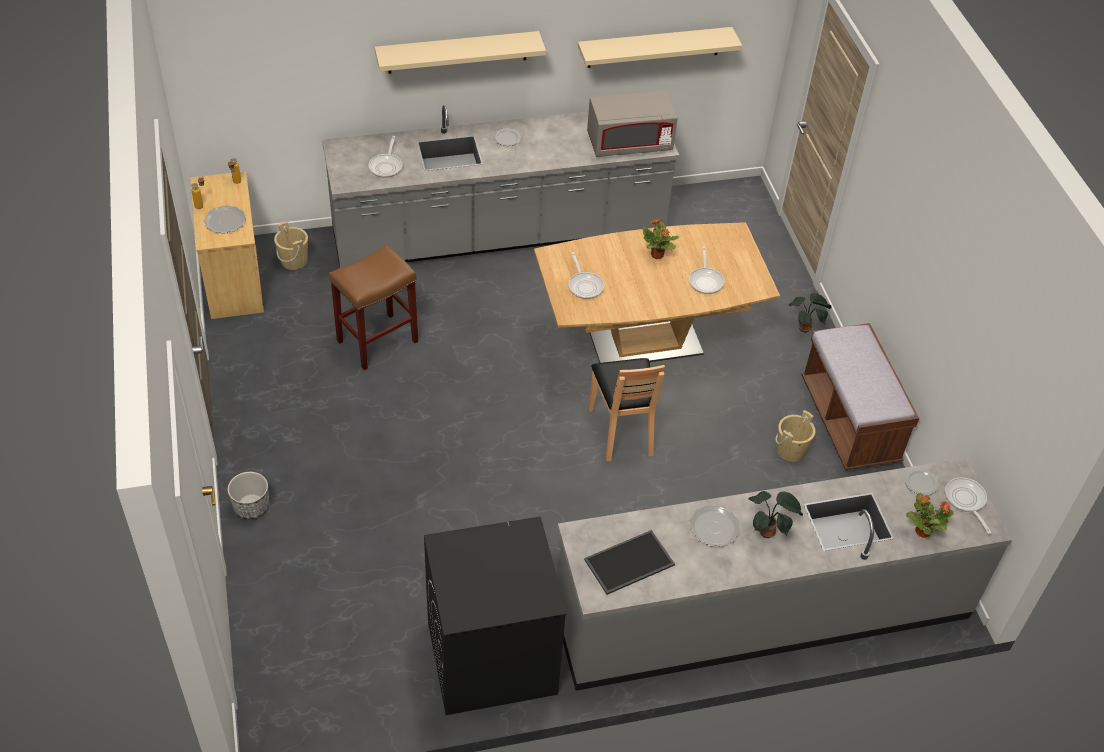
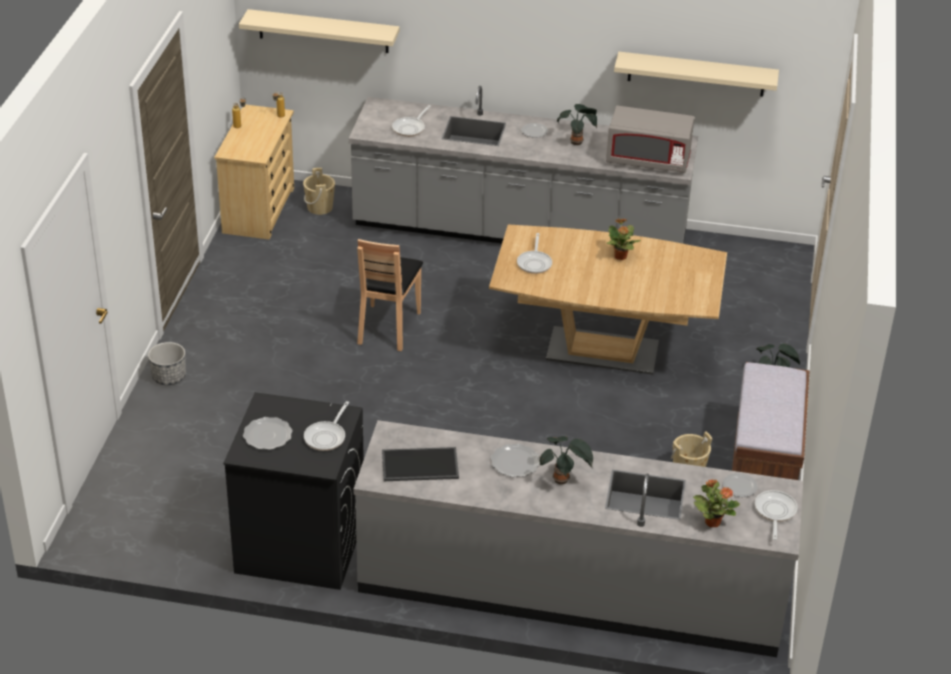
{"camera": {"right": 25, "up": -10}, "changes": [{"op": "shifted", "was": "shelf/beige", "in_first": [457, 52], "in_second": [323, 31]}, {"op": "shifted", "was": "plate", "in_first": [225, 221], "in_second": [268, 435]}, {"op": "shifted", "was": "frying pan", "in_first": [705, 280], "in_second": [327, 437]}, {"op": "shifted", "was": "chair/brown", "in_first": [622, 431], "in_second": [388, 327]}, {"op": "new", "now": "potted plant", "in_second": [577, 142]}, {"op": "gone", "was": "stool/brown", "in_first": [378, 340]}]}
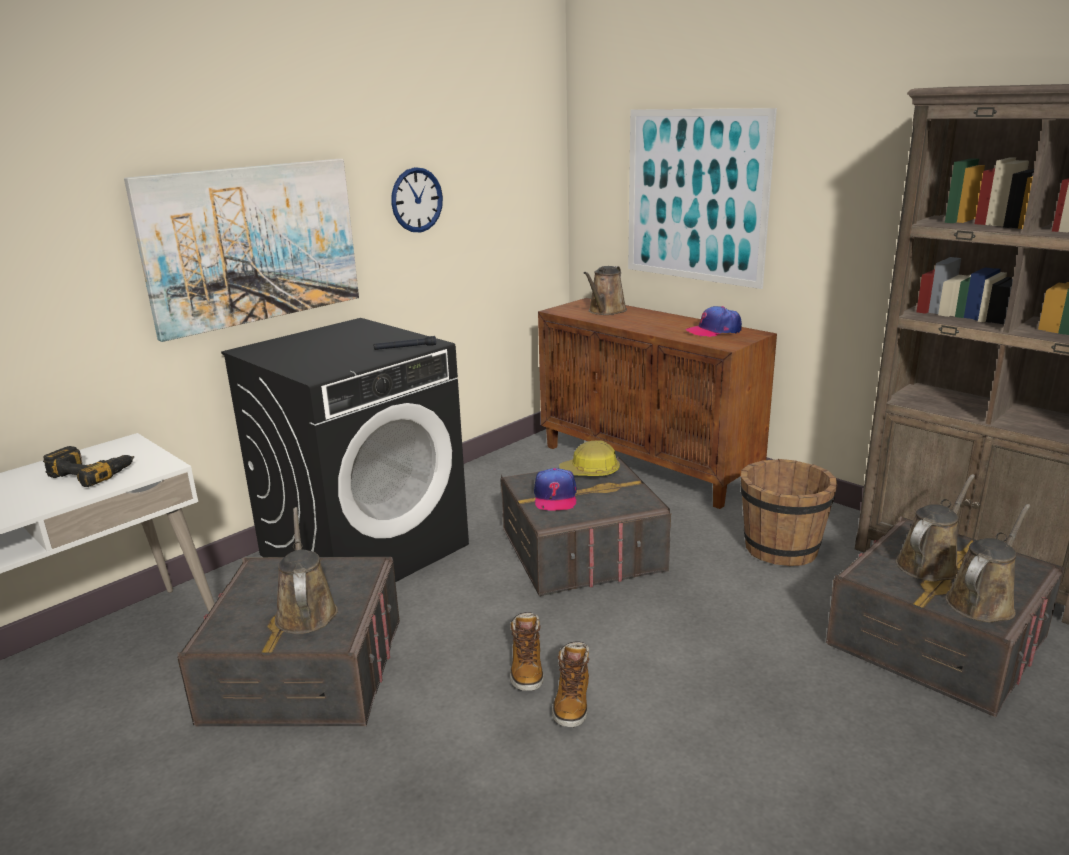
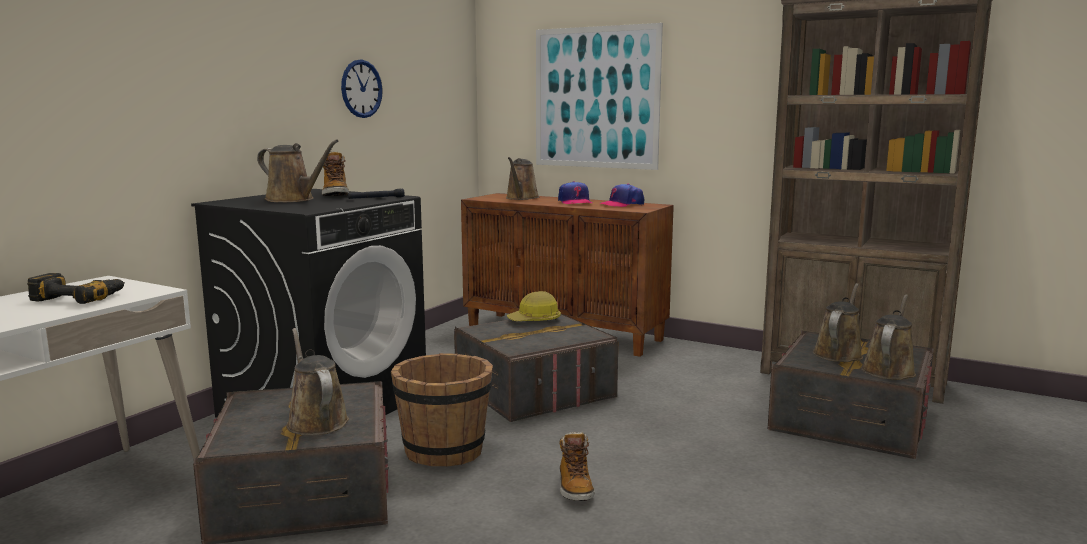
{"camera": {"right": -15, "up": -10}, "changes": [{"op": "new", "now": "watering can/brown", "in_second": [293, 199]}, {"op": "shifted", "was": "boot", "in_first": [526, 669], "in_second": [335, 195]}, {"op": "shifted", "was": "bucket/brown", "in_first": [781, 548], "in_second": [444, 450]}, {"op": "shifted", "was": "cap", "in_first": [555, 497], "in_second": [575, 202]}, {"op": "gone", "was": "picture", "in_first": [253, 244]}]}
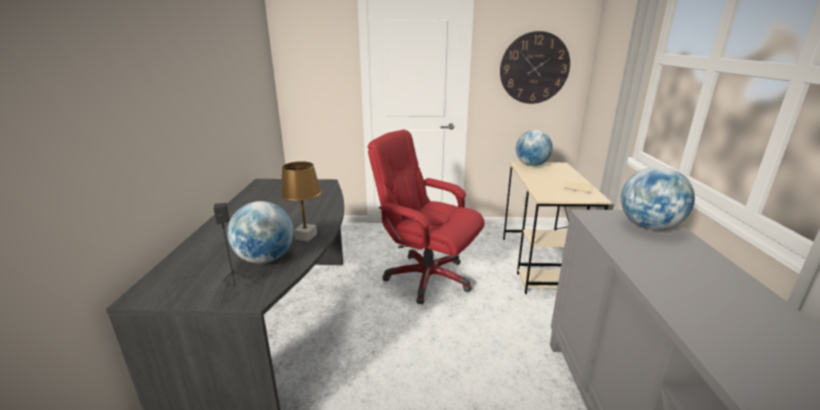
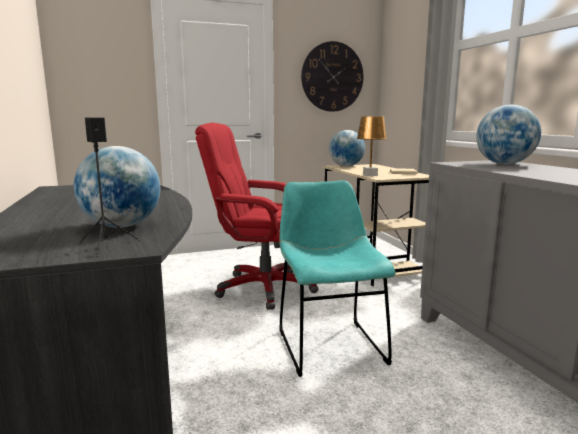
{"camera": {"right": -20, "up": -10}, "changes": [{"op": "new", "now": "chair/turquoise", "in_second": [328, 343]}, {"op": "shifted", "was": "table lamp/brown", "in_first": [306, 236], "in_second": [370, 175]}]}
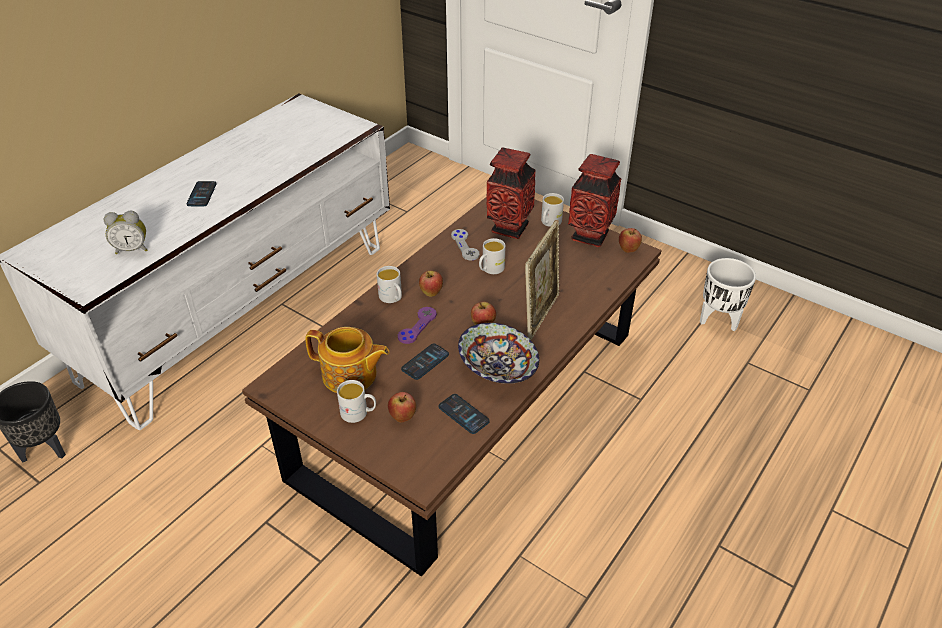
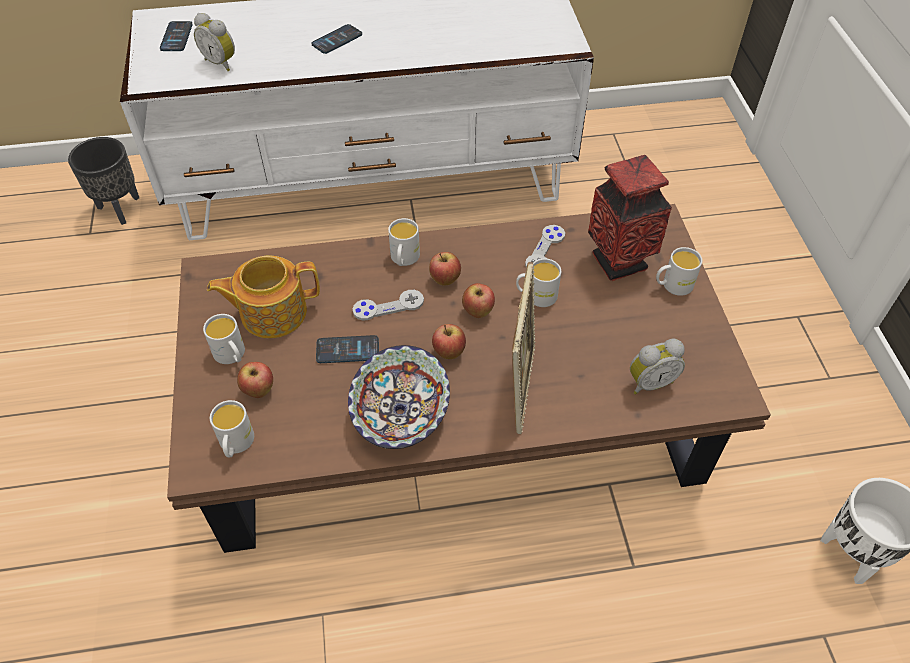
{"camera": {"right": 45, "up": 10}, "changes": [{"op": "shifted", "was": "phone", "in_first": [463, 414], "in_second": [176, 37]}, {"op": "rotated", "was": "teapot", "in_first": [350, 375], "in_second": [272, 312], "clockwise": 105}, {"op": "new", "now": "mug/white", "in_second": [236, 444]}, {"op": "repainted", "was": "game controller/purple", "now": "game controller/grey", "in_first": [417, 326], "in_second": [388, 306]}, {"op": "shifted", "was": "apple", "in_first": [628, 250], "in_second": [478, 312]}, {"op": "rotated", "was": "picture frame", "in_first": [540, 315], "in_second": [520, 387], "clockwise": -60}, {"op": "new", "now": "alarm clock", "in_second": [649, 382]}, {"op": "gone", "was": "vase", "in_first": [590, 236]}]}
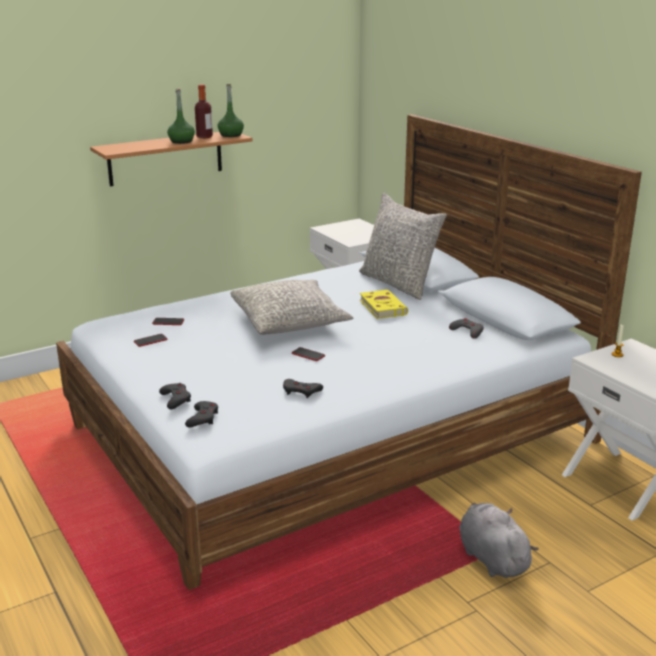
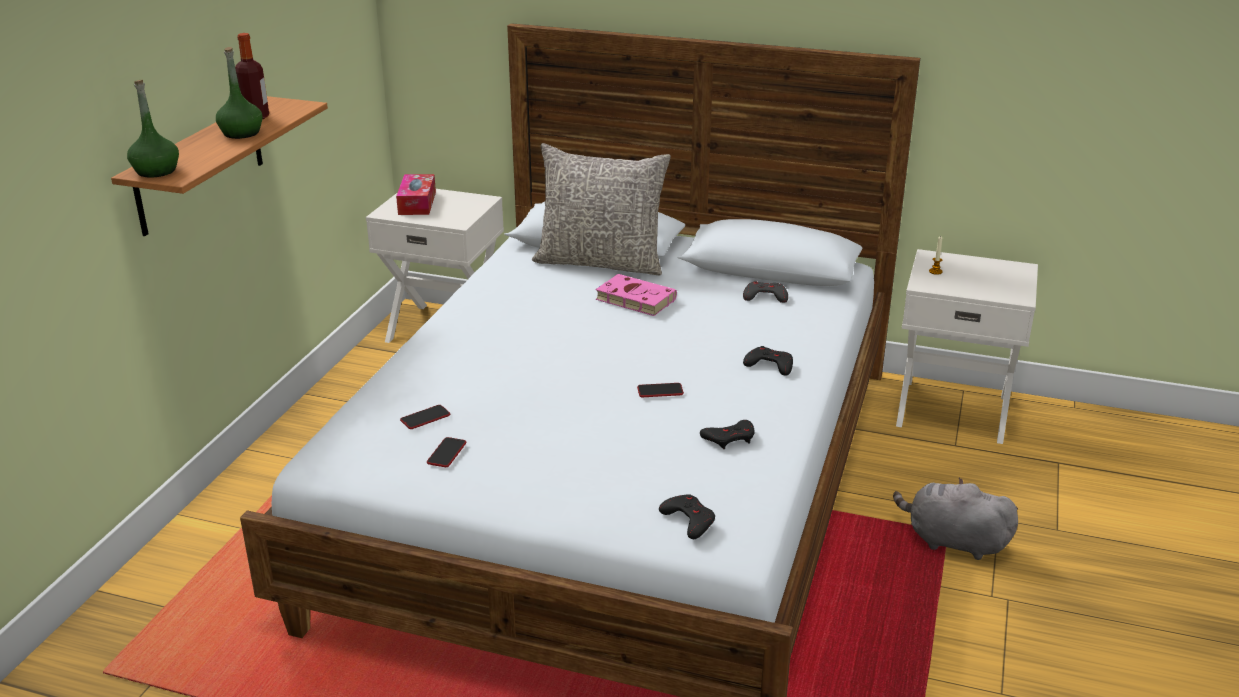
{"camera": {"right": -40, "up": 5}, "changes": [{"op": "shifted", "was": "bottle/green", "in_first": [230, 135], "in_second": [156, 171]}, {"op": "new", "now": "tissue box", "in_second": [417, 203]}, {"op": "repainted", "was": "book/yellow", "now": "book/pink", "in_first": [382, 307], "in_second": [633, 299]}, {"op": "shifted", "was": "game controller/black", "in_first": [176, 399], "in_second": [769, 365]}, {"op": "gone", "was": "pillow/grey", "in_first": [289, 321]}]}
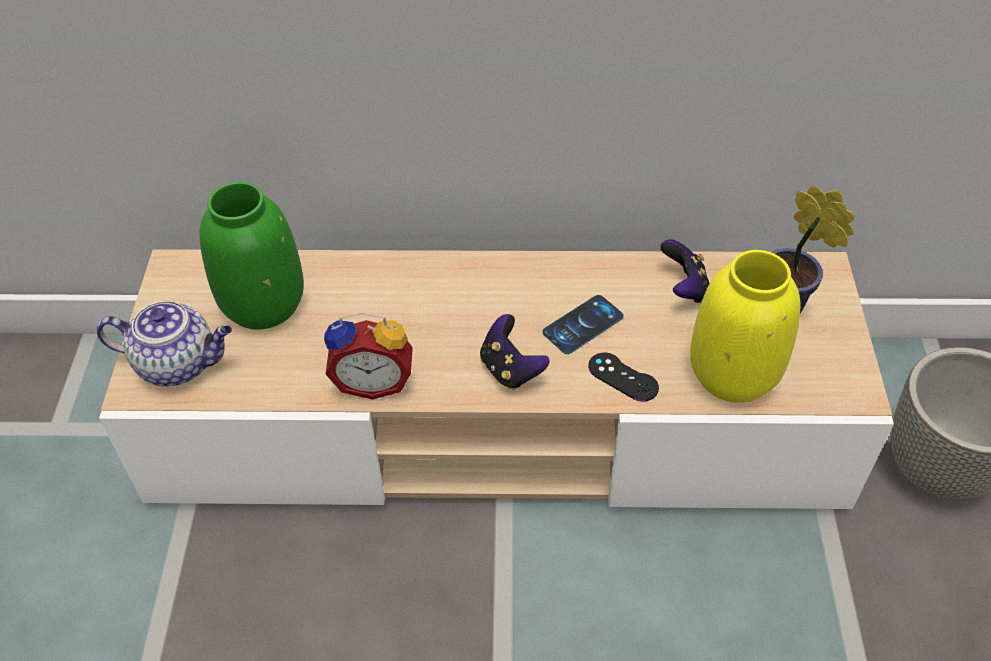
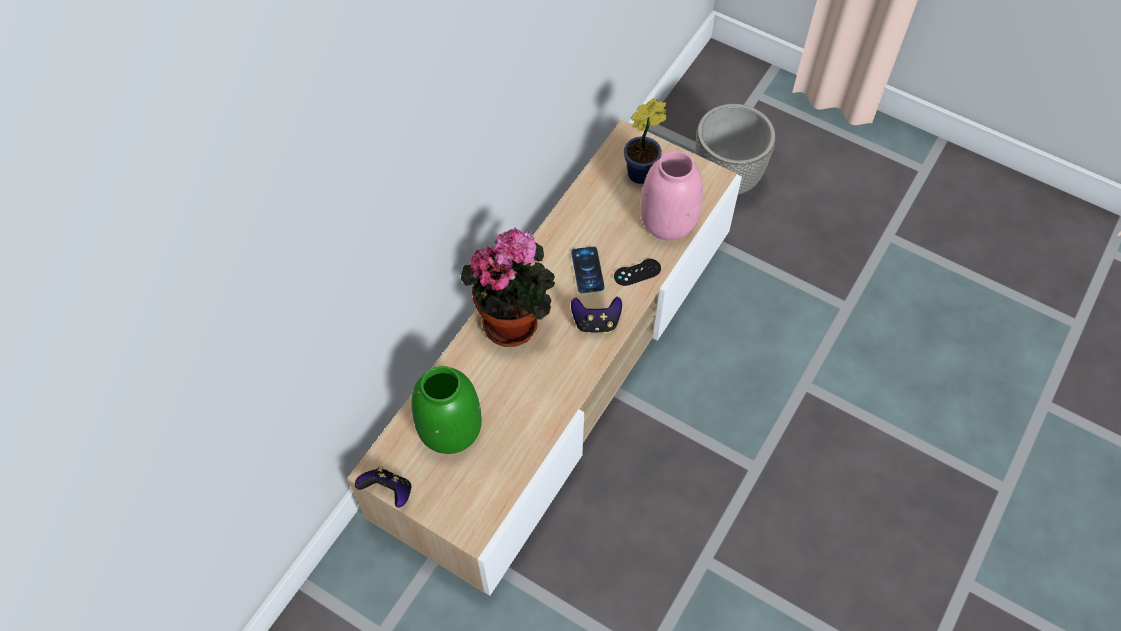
{"camera": {"right": -60, "up": 10}, "changes": [{"op": "shifted", "was": "game controller", "in_first": [684, 288], "in_second": [388, 492]}, {"op": "new", "now": "potted plant", "in_second": [514, 320]}, {"op": "repainted", "was": "vase/yellow", "now": "vase/pink", "in_first": [732, 374], "in_second": [668, 222]}, {"op": "gone", "was": "teapot", "in_first": [179, 363]}, {"op": "gone", "was": "alarm clock", "in_first": [374, 381]}]}
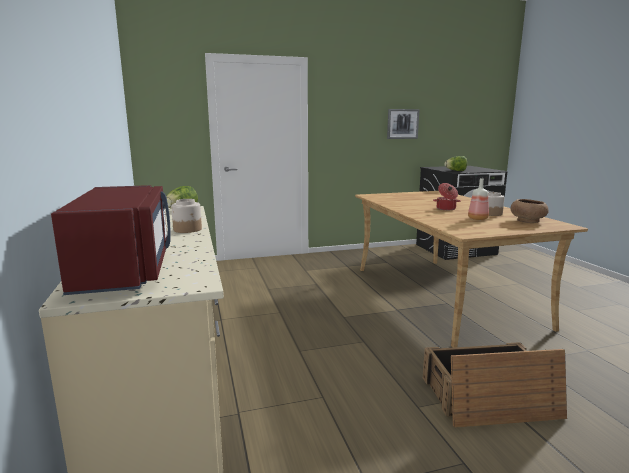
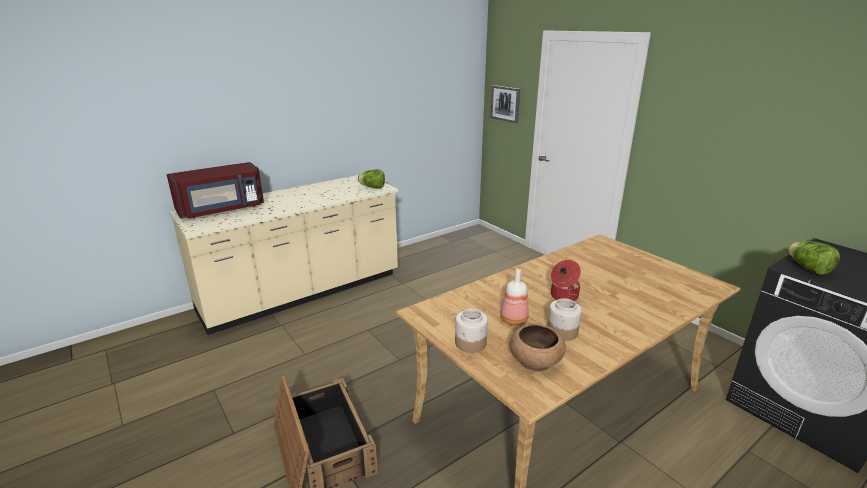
{"camera": {"right": 70, "up": 10}, "changes": [{"op": "shifted", "was": "jar", "in_first": [188, 229], "in_second": [470, 343]}, {"op": "shifted", "was": "picture", "in_first": [402, 124], "in_second": [505, 103]}]}
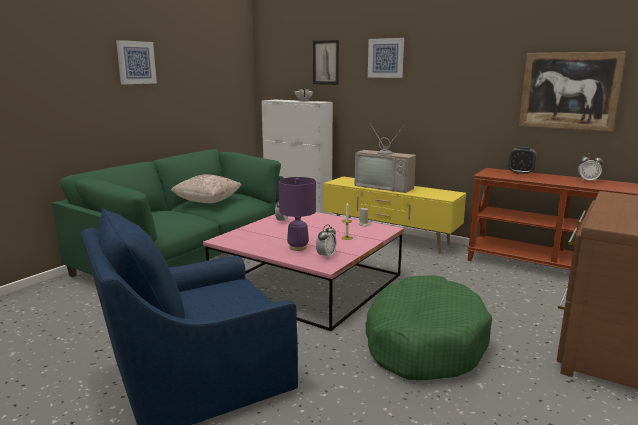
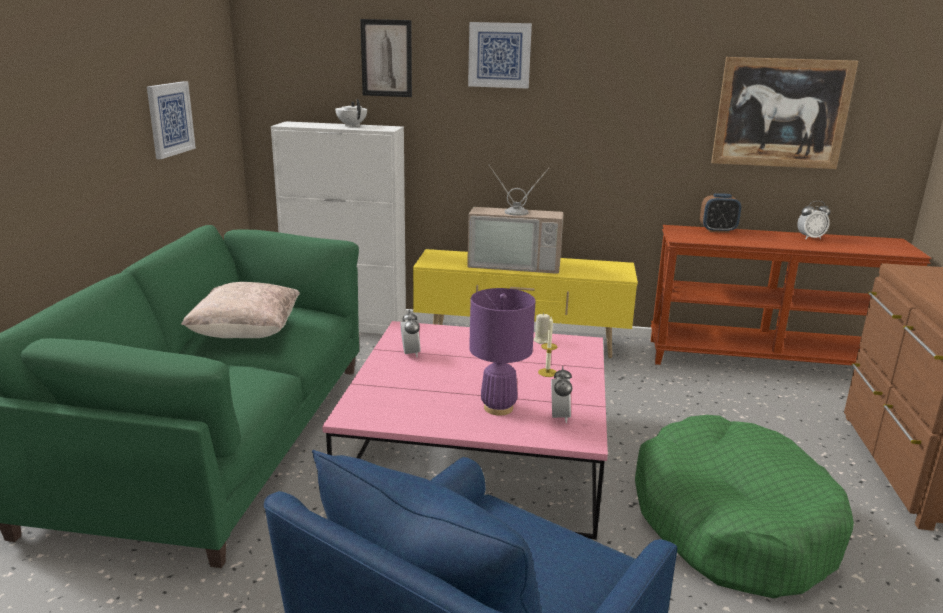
{"camera": {"right": -25, "up": 5}, "changes": [{"op": "shifted", "was": "picture", "in_first": [136, 62], "in_second": [170, 119]}]}
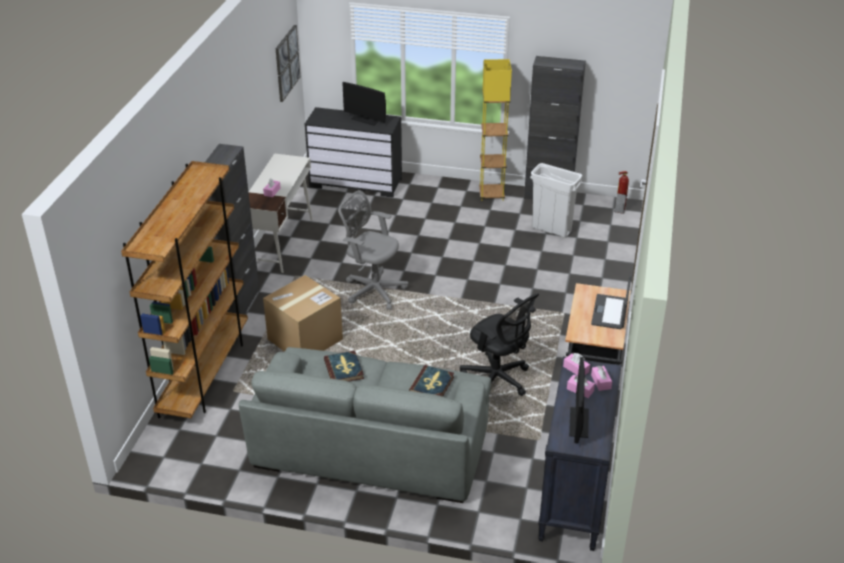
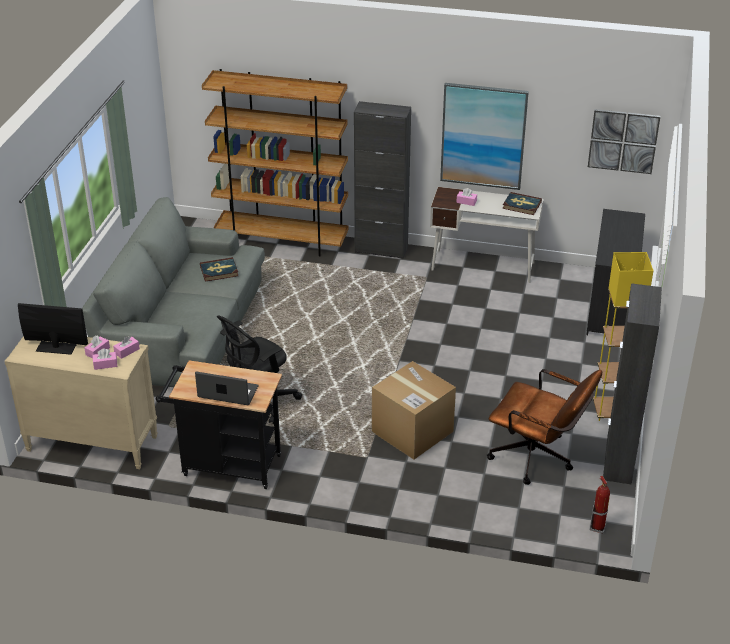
{"camera": {"right": 90, "up": 0}, "changes": [{"op": "repainted", "was": "dresser/black", "now": "dresser/beige", "in_first": [574, 497], "in_second": [91, 444]}, {"op": "shifted", "was": "cardboard box", "in_first": [305, 340], "in_second": [412, 431]}, {"op": "new", "now": "picture", "in_second": [483, 136]}, {"op": "swapped", "was": "trash can/white", "now": "office chair/brown", "in_first": [552, 229], "in_second": [538, 459]}, {"op": "shifted", "was": "book", "in_first": [432, 385], "in_second": [521, 205]}, {"op": "gone", "was": "office chair/grey", "in_first": [373, 290]}, {"op": "gone", "was": "monitor", "in_first": [365, 119]}]}
